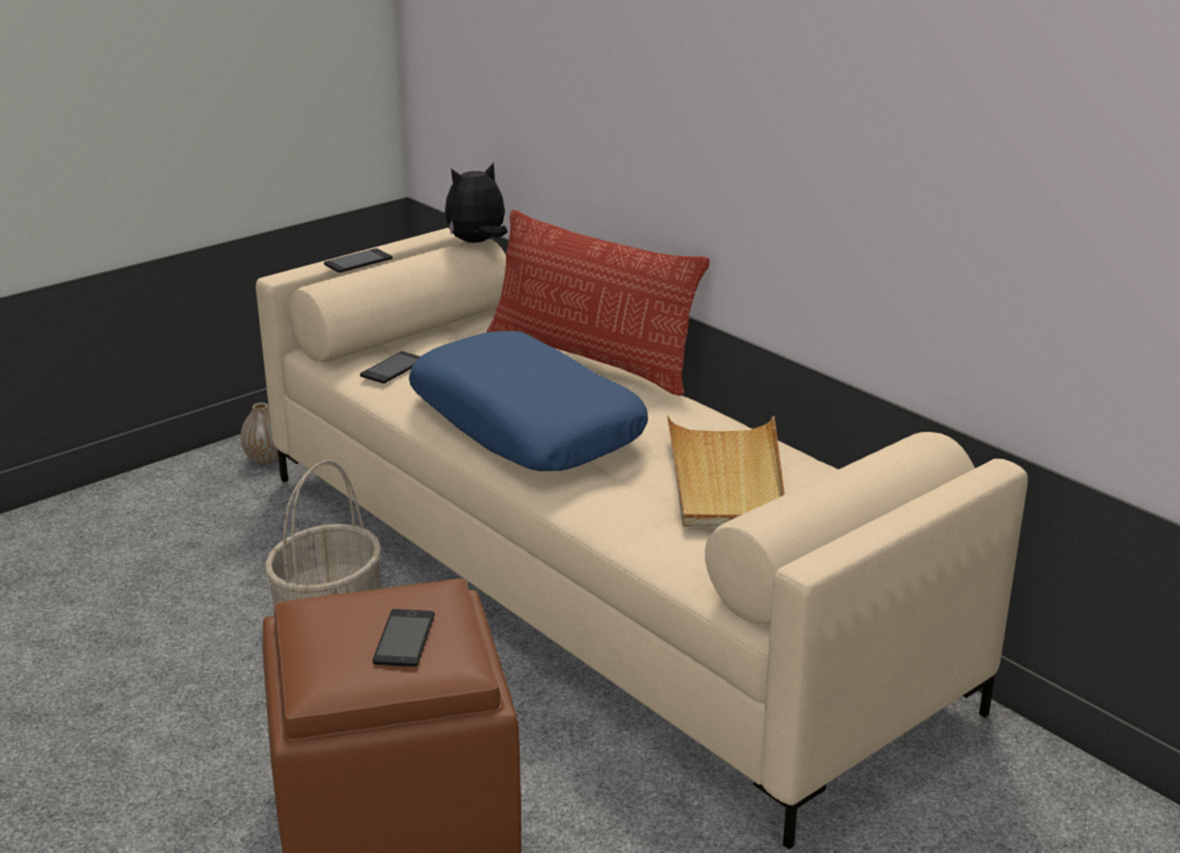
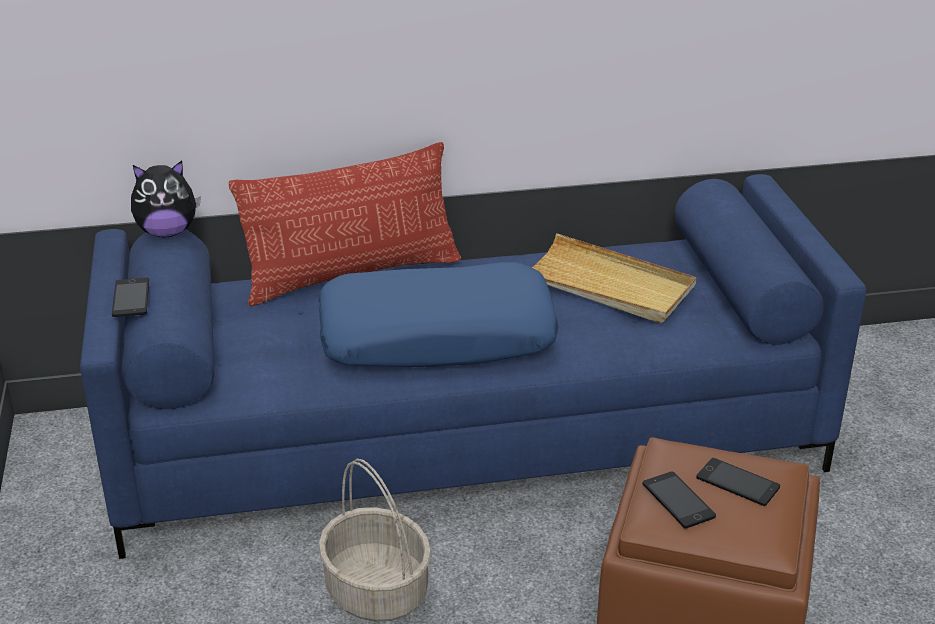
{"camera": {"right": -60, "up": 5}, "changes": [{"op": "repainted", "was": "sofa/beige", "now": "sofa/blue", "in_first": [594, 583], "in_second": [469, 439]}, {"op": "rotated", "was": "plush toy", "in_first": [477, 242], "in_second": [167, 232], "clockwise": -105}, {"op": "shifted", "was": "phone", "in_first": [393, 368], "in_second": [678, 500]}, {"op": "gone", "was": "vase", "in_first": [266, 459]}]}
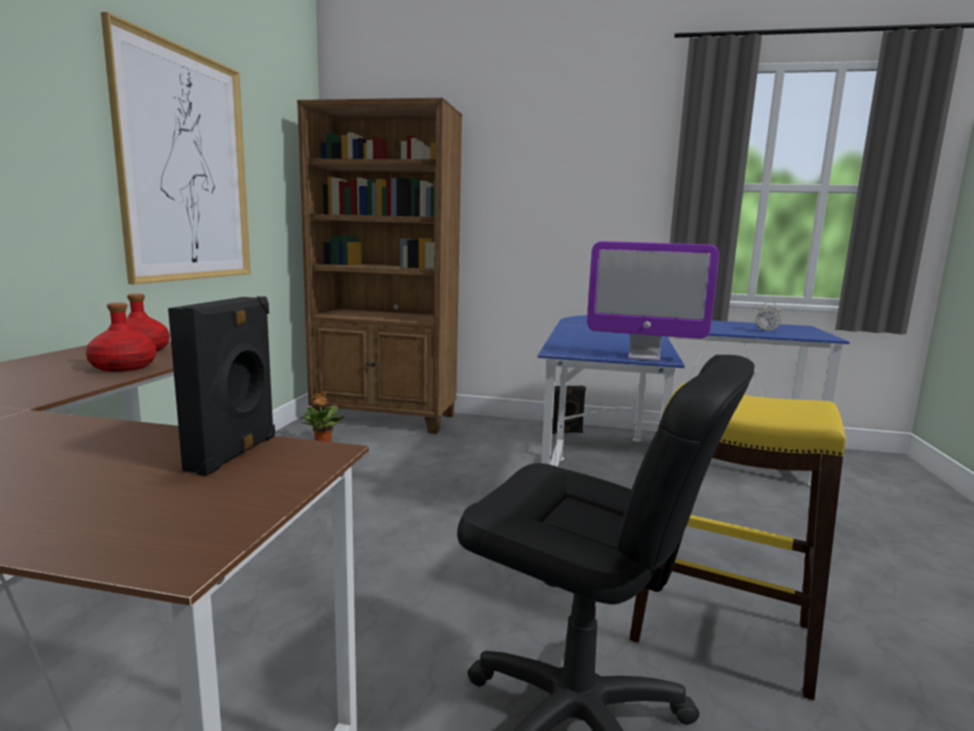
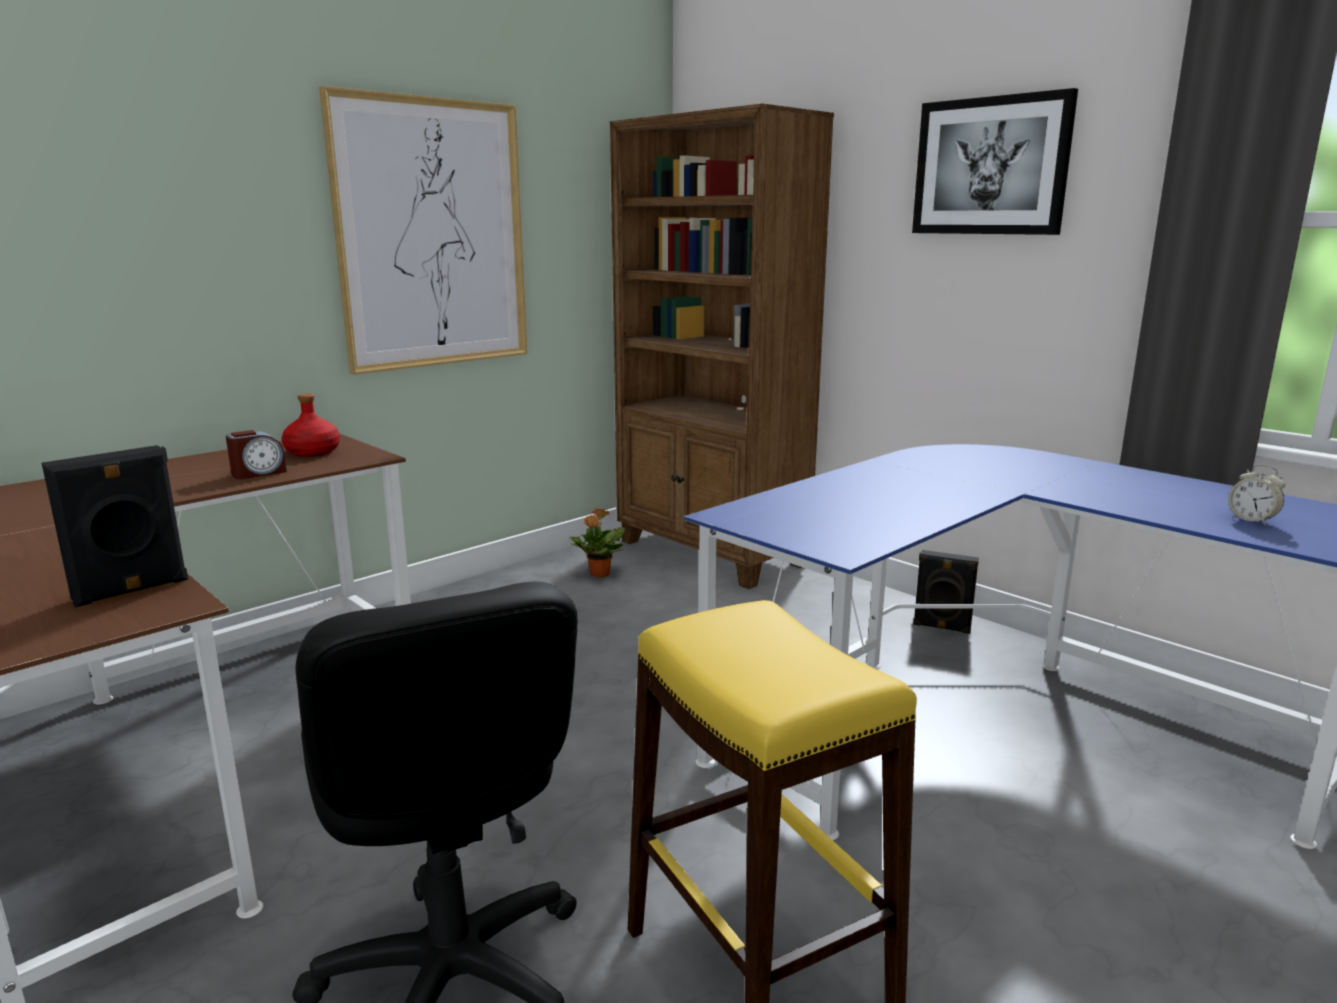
{"camera": {"right": 35, "up": 5}, "changes": [{"op": "swapped", "was": "bottle/red", "now": "alarm clock", "in_first": [123, 367], "in_second": [258, 473]}, {"op": "new", "now": "picture", "in_second": [990, 166]}, {"op": "gone", "was": "monitor", "in_first": [644, 357]}]}
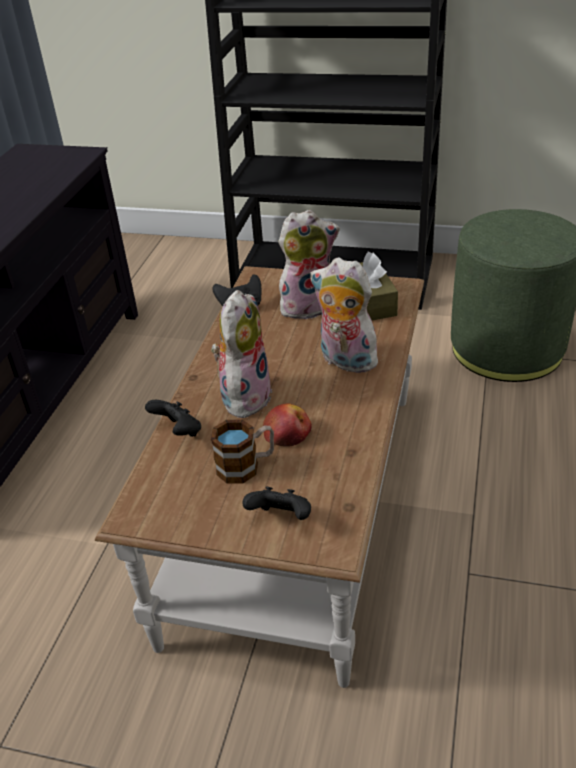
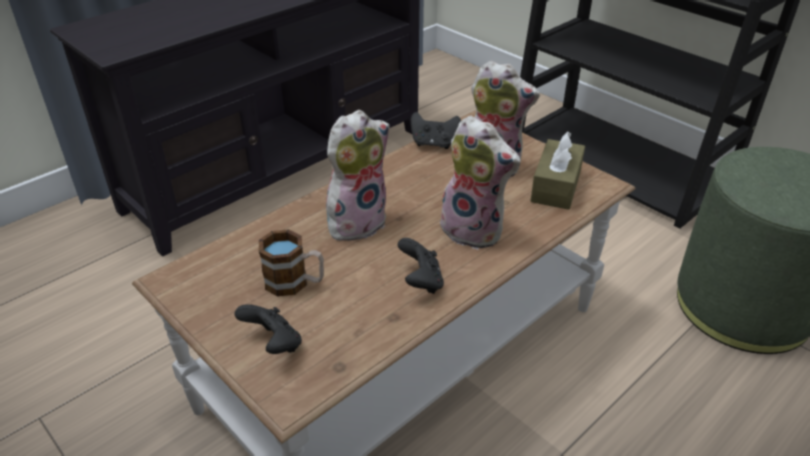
{"camera": {"right": 30, "up": 0}, "changes": [{"op": "shifted", "was": "game controller/black", "in_first": [178, 432], "in_second": [421, 281]}, {"op": "rotated", "was": "plush toy", "in_first": [344, 361], "in_second": [475, 230], "clockwise": 150}, {"op": "gone", "was": "apple", "in_first": [288, 433]}]}
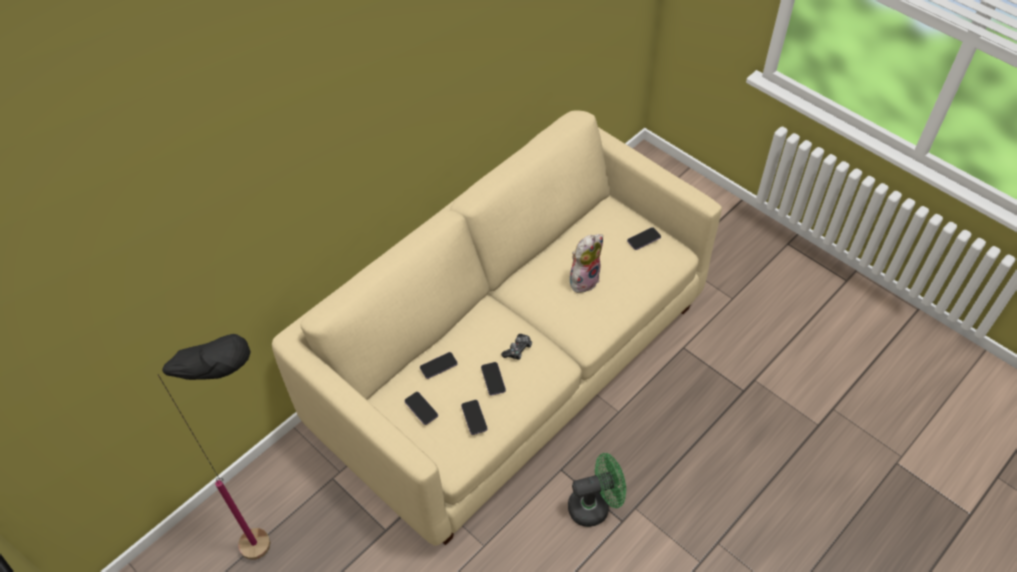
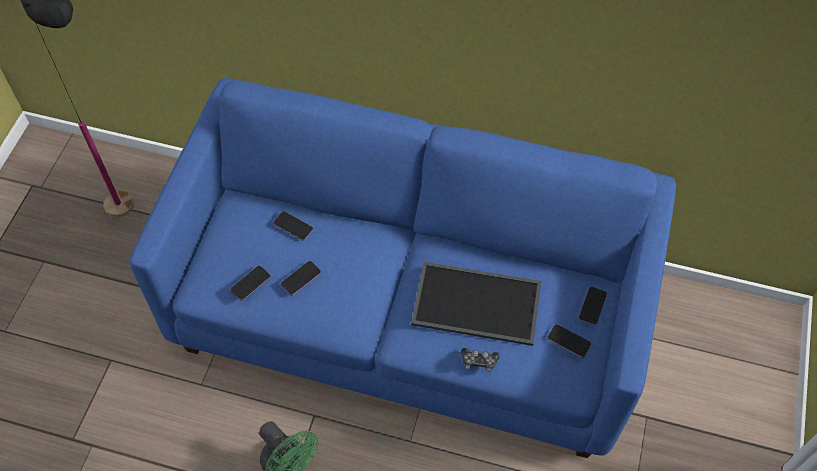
{"camera": {"right": 60, "up": 5}, "changes": [{"op": "repainted", "was": "sofa/beige", "now": "sofa/blue", "in_first": [511, 364], "in_second": [409, 314]}, {"op": "swapped", "was": "plush toy", "now": "tray", "in_first": [583, 279], "in_second": [475, 305]}, {"op": "shifted", "was": "game controller", "in_first": [518, 350], "in_second": [479, 362]}, {"op": "shifted", "was": "phone", "in_first": [421, 409], "in_second": [592, 306]}]}
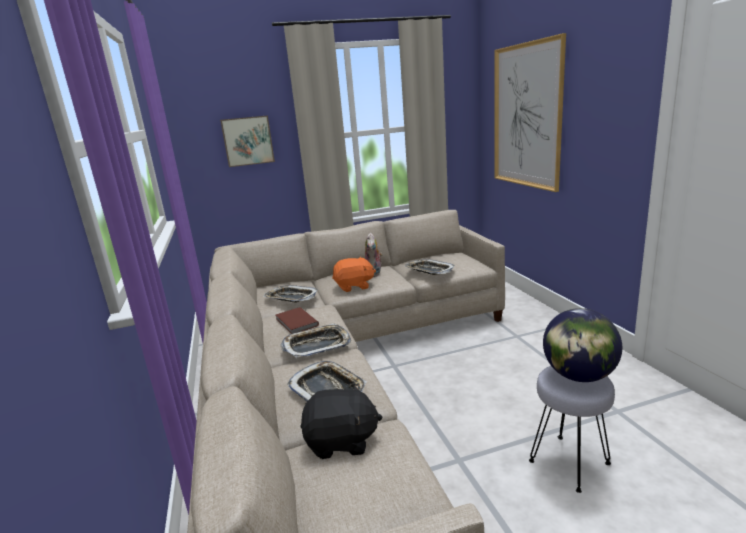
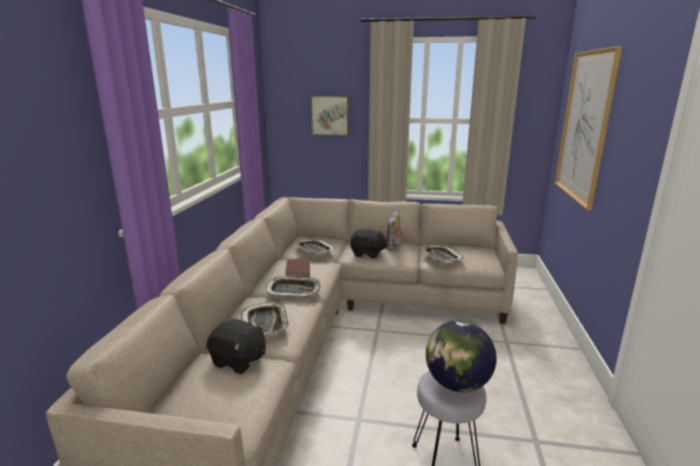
{"camera": {"right": 25, "up": 0}, "changes": [{"op": "repainted", "was": "plush toy/orange", "now": "plush toy/black", "in_first": [354, 286], "in_second": [367, 254]}]}
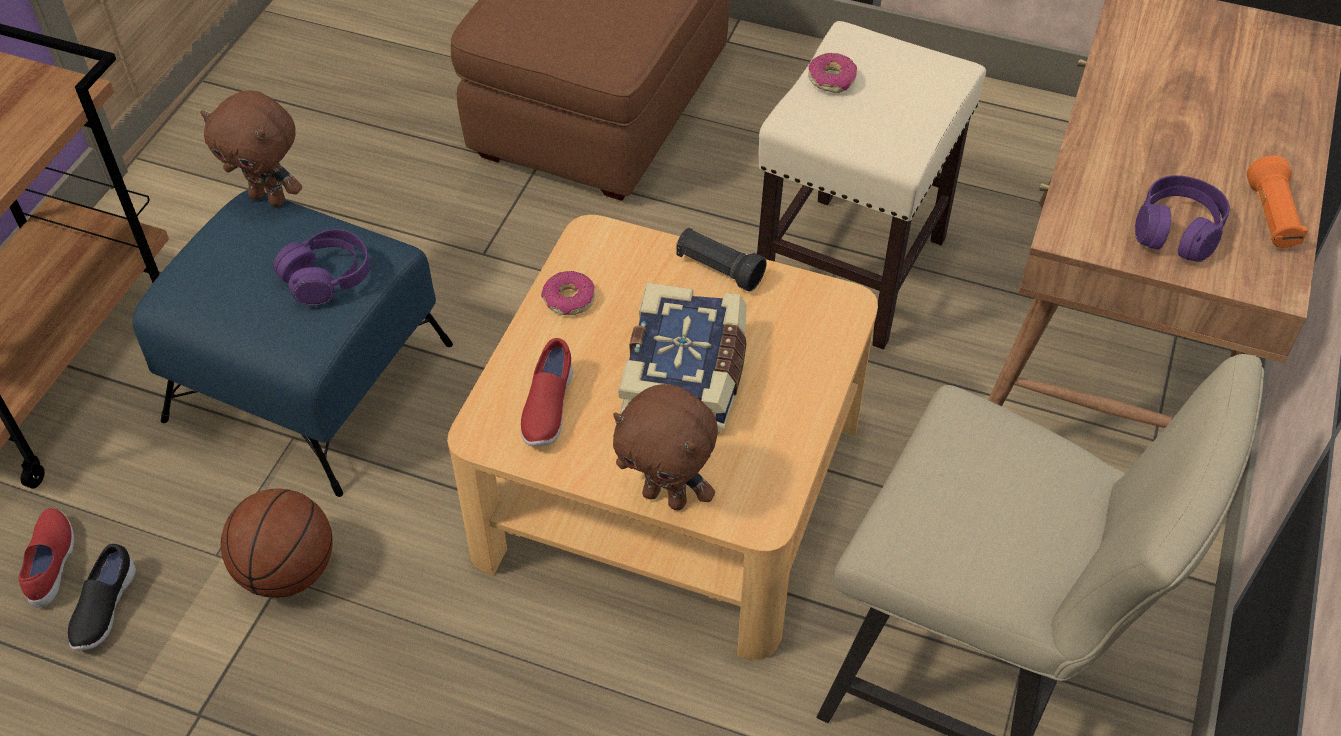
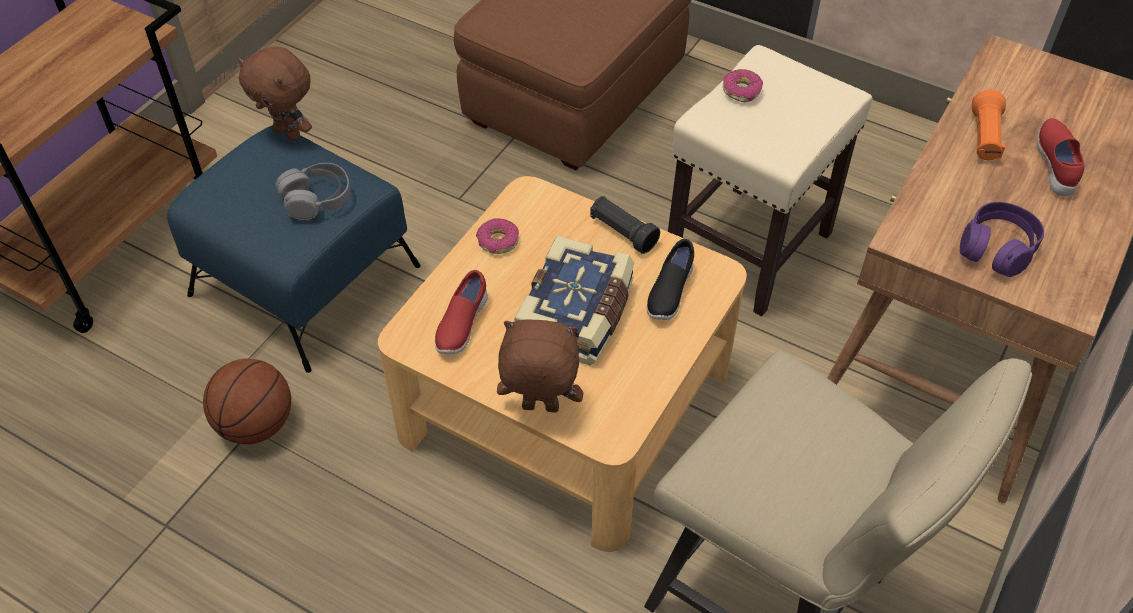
{"camera": {"right": 10, "up": 0}, "changes": [{"op": "repainted", "was": "headphones/purple", "now": "headphones/grey", "in_first": [327, 277], "in_second": [317, 199]}, {"op": "rotated", "was": "plush toy/brown", "in_first": [666, 496], "in_second": [539, 409], "clockwise": 150}, {"op": "shifted", "was": "shoe/black", "in_first": [104, 609], "in_second": [669, 293]}, {"op": "shifted", "was": "flashlight/orange", "in_first": [1271, 218], "in_second": [984, 138]}, {"op": "shifted", "was": "shoe/red", "in_first": [52, 564], "in_second": [1056, 165]}]}
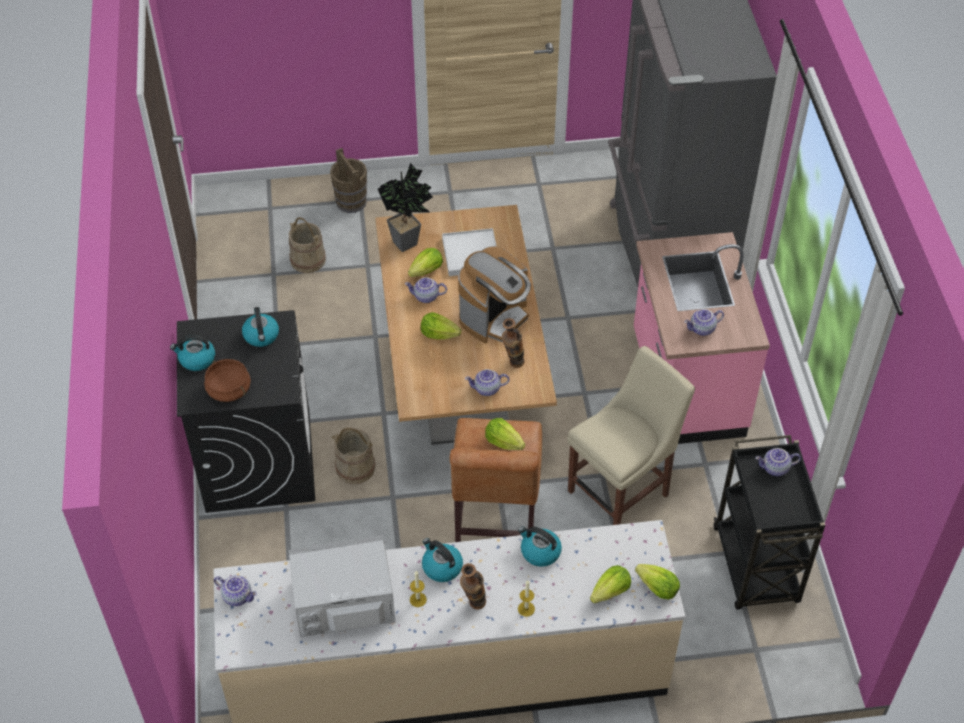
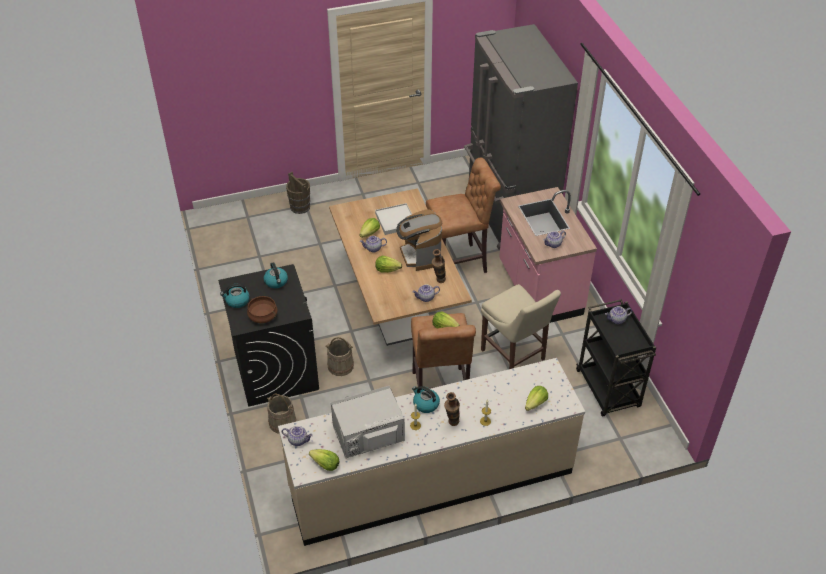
{"camera": {"right": -10, "up": -5}, "changes": [{"op": "shifted", "was": "bucket/beige", "in_first": [307, 260], "in_second": [282, 422]}, {"op": "shifted", "was": "lettuce", "in_first": [657, 589], "in_second": [325, 465]}, {"op": "rotated", "was": "coffee machine", "in_first": [494, 317], "in_second": [420, 255], "clockwise": 135}, {"op": "new", "now": "stool/brown", "in_second": [460, 263]}, {"op": "rotated", "was": "chair/beige", "in_first": [622, 491], "in_second": [514, 356], "clockwise": 105}, {"op": "gone", "was": "potted plant", "in_first": [409, 243]}, {"op": "gone", "was": "kettle", "in_first": [539, 552]}]}
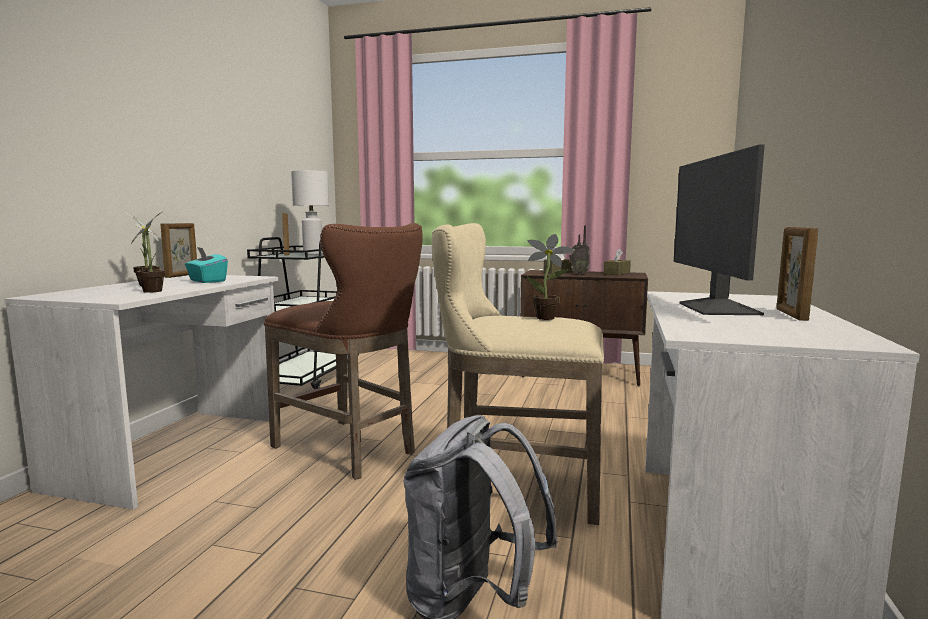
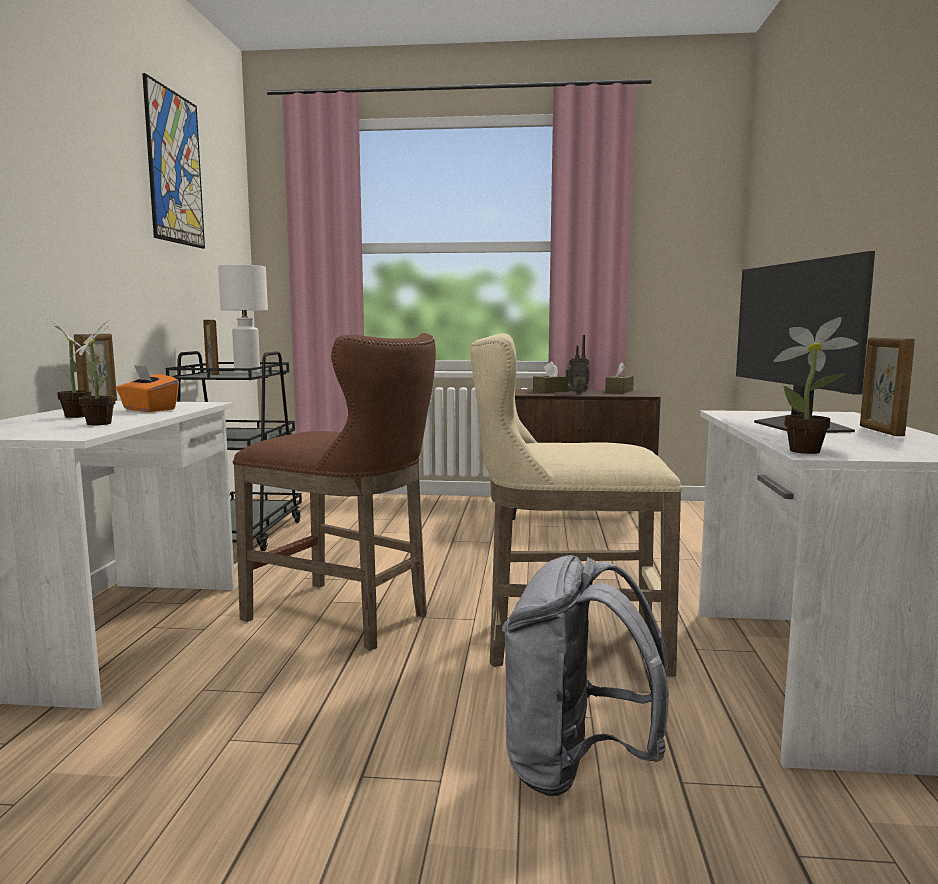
{"camera": {"right": -10, "up": 0}, "changes": [{"op": "repainted", "was": "tissue box/turquoise", "now": "tissue box/orange", "in_first": [207, 281], "in_second": [148, 409]}, {"op": "new", "now": "picture", "in_second": [175, 168]}, {"op": "shifted", "was": "potted plant", "in_first": [548, 318], "in_second": [810, 451]}]}
